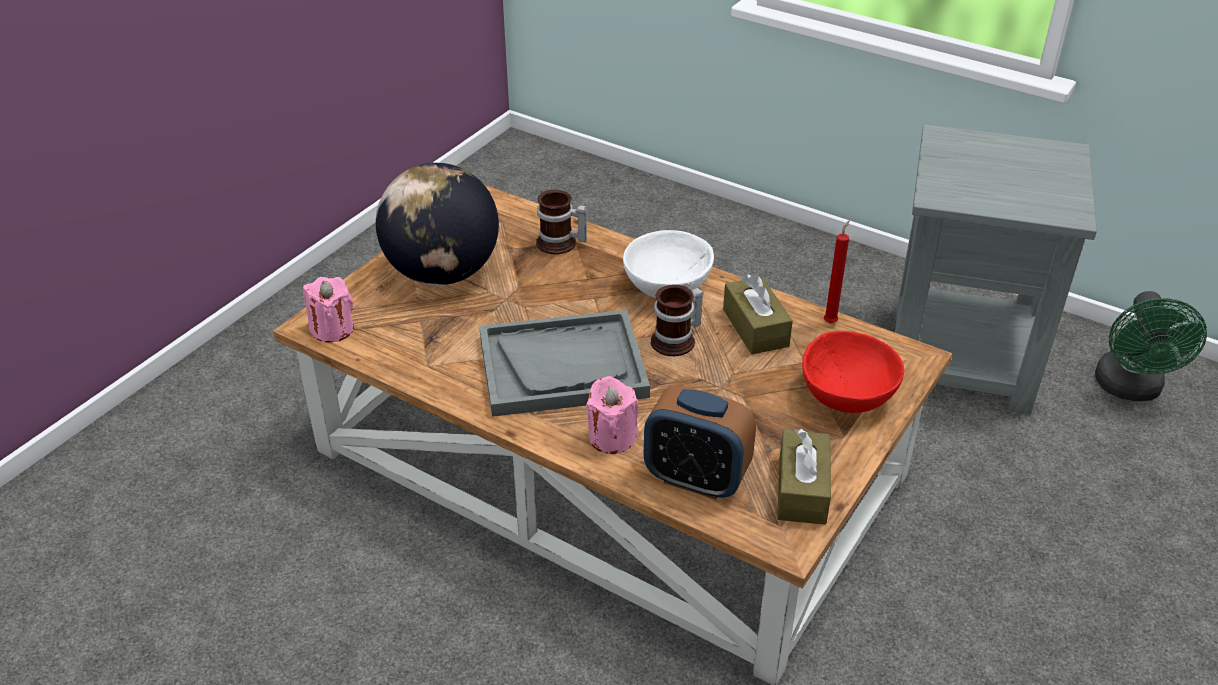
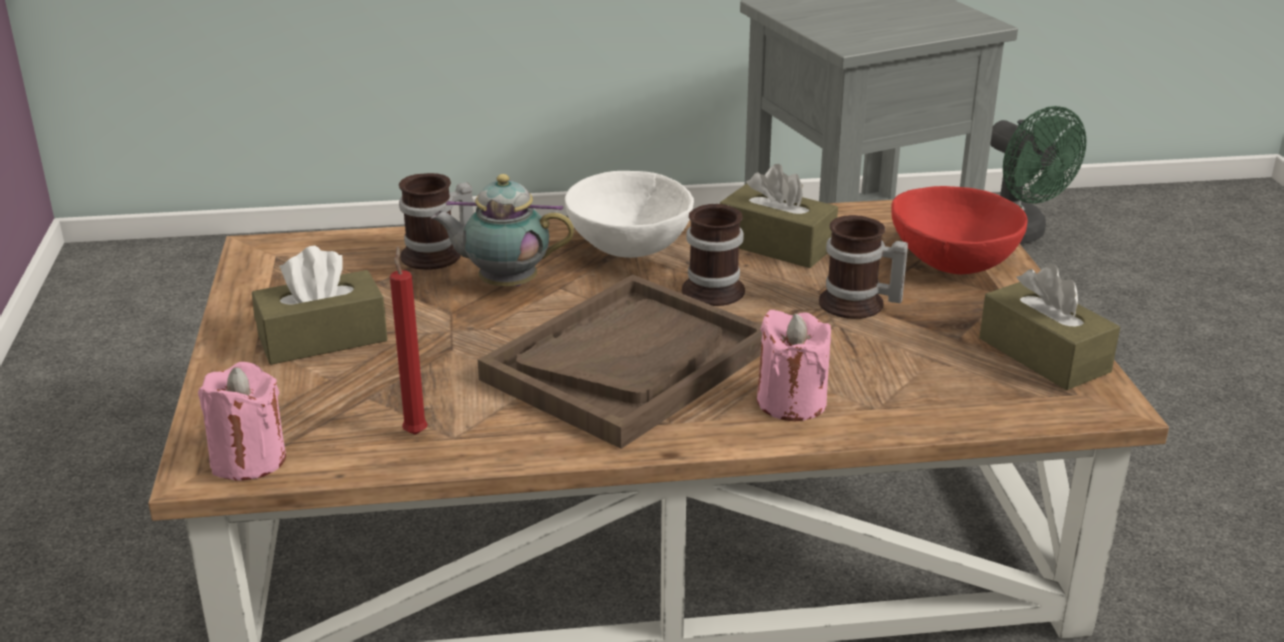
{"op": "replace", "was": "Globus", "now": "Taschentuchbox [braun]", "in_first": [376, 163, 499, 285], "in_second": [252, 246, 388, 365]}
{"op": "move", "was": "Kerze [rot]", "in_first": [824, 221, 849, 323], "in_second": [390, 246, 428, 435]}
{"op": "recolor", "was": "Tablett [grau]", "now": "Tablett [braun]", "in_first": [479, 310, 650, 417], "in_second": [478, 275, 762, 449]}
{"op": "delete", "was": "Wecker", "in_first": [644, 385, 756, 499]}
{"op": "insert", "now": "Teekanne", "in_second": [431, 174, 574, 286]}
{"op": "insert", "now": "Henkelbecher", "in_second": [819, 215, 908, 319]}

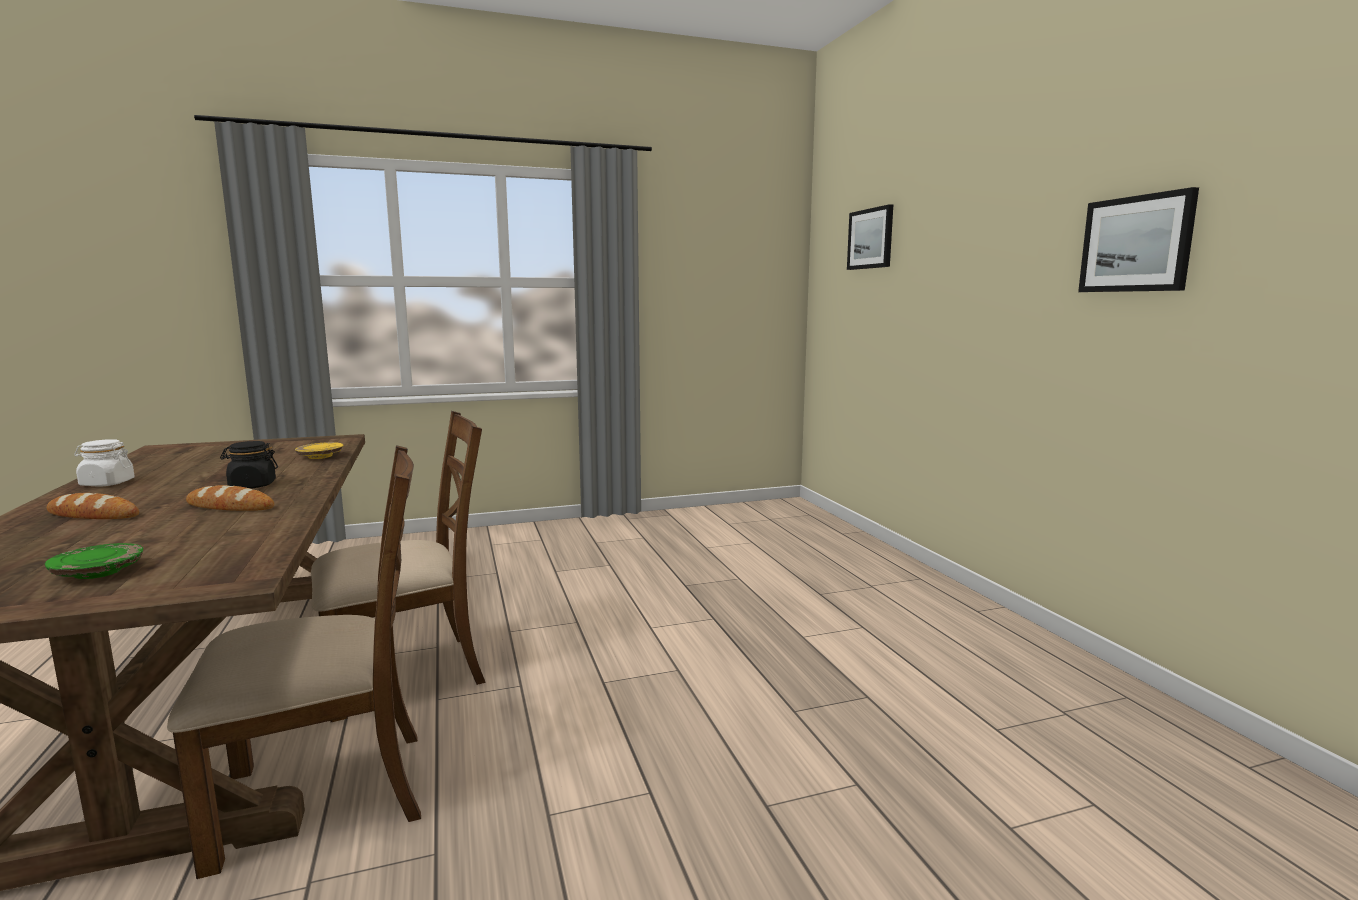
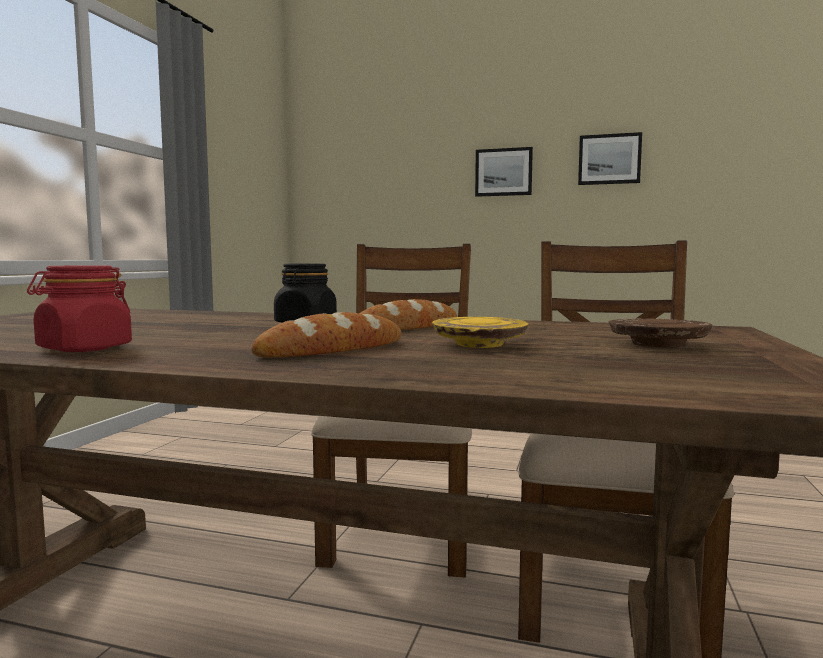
{"op": "move", "was": "Bild", "in_first": [847, 204, 893, 270], "in_second": [475, 147, 533, 197]}
{"op": "recolor", "was": "Vorratsglas [weiß]", "now": "Vorratsglas [rot]", "in_first": [74, 439, 135, 487], "in_second": [27, 265, 132, 352]}
{"op": "move", "was": "Teller [gelb]", "in_first": [295, 442, 343, 459], "in_second": [432, 317, 528, 348]}
{"op": "recolor", "was": "Teller [grün]", "now": "Teller [braun]", "in_first": [45, 543, 143, 579], "in_second": [608, 319, 713, 348]}

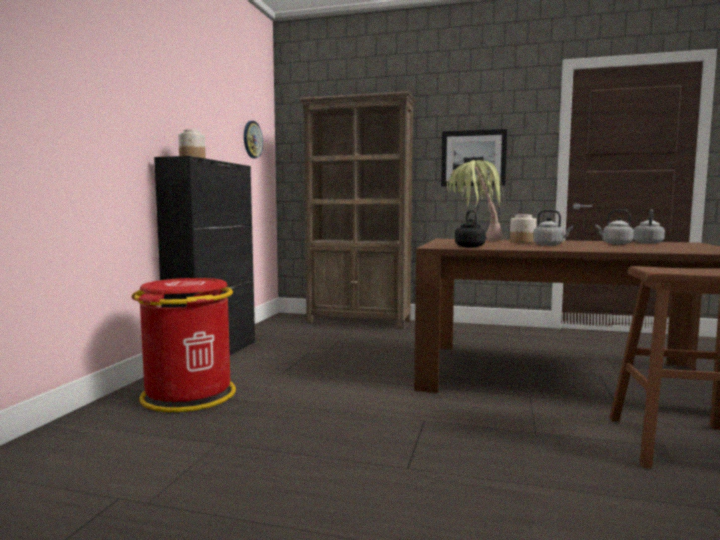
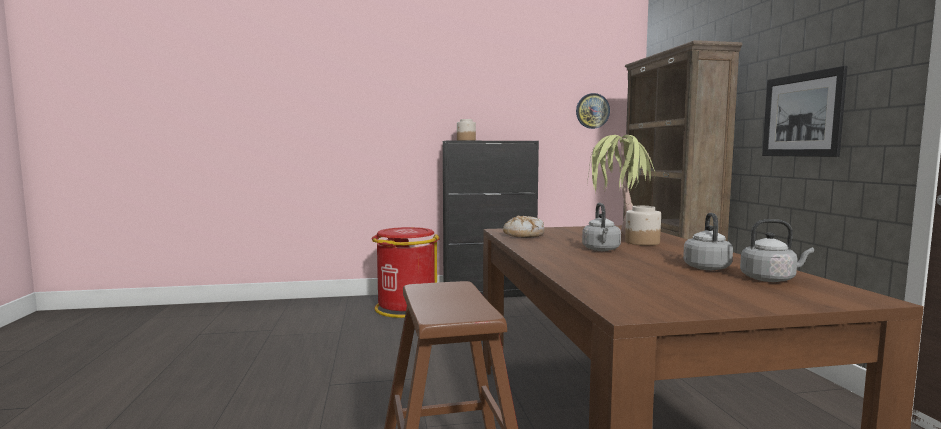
{"op": "replace", "was": "Wasserkessel [schwarz]", "now": "Brot", "in_first": [455, 210, 486, 247], "in_second": [503, 216, 545, 238]}

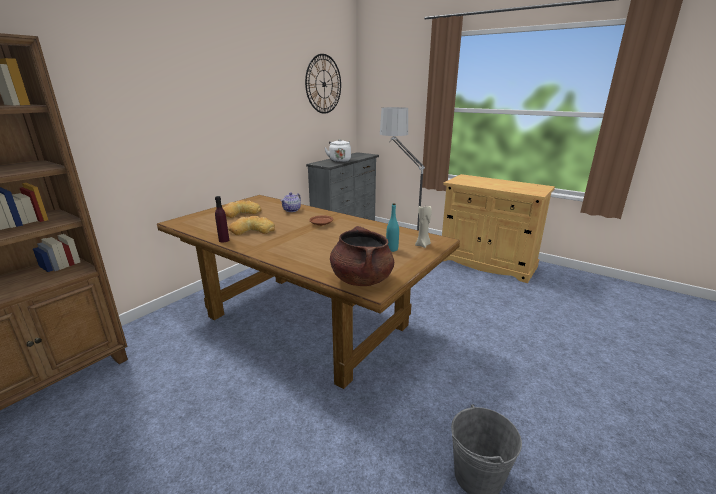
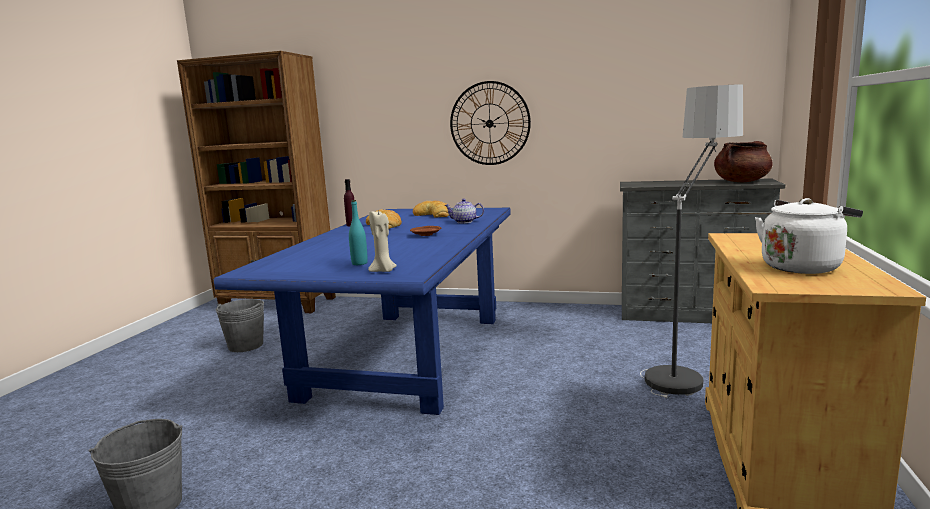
{"op": "move", "was": "Wanduhr", "in_first": [305, 54, 341, 114], "in_second": [450, 81, 531, 165]}
{"op": "move", "was": "Wasserkessel [weiß]", "in_first": [324, 139, 351, 162], "in_second": [755, 198, 863, 274]}
{"op": "recolor", "was": "Esstisch [braun]", "now": "Esstisch [blau]", "in_first": [157, 195, 460, 389], "in_second": [213, 208, 511, 415]}
{"op": "move", "was": "Kochtopf [braun]", "in_first": [330, 226, 394, 286], "in_second": [714, 141, 773, 182]}
{"op": "insert", "now": "Eimer [grau]", "in_second": [216, 299, 264, 352]}

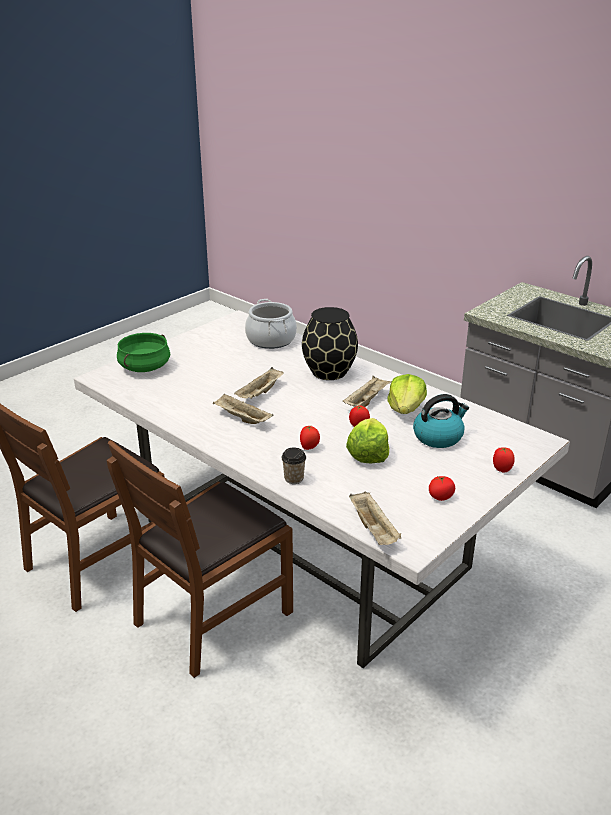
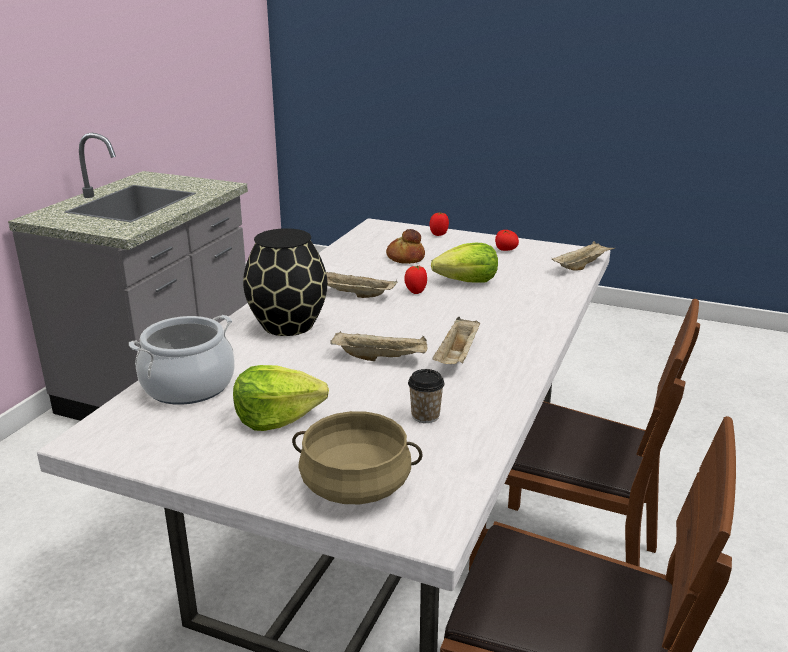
{"op": "recolor", "was": "Kochtopf [grün]", "now": "Kochtopf [beige]", "in_first": [117, 333, 170, 372], "in_second": [292, 411, 423, 504]}
{"op": "move", "was": "Salatkopf", "in_first": [387, 374, 427, 414], "in_second": [233, 365, 329, 431]}
{"op": "replace", "was": "Wasserkessel", "now": "Brot", "in_first": [413, 394, 469, 448], "in_second": [386, 229, 425, 264]}
{"op": "delete", "was": "Tomate", "in_first": [300, 426, 320, 450]}
{"op": "move", "was": "Tasse", "in_first": [281, 448, 306, 484], "in_second": [408, 369, 445, 423]}

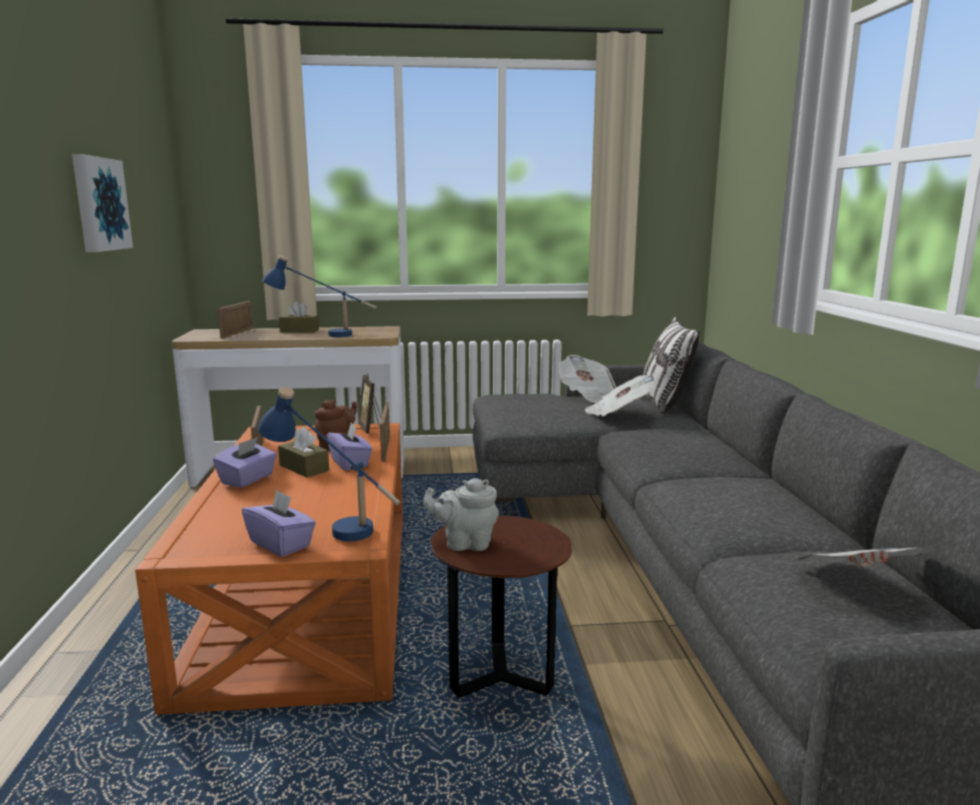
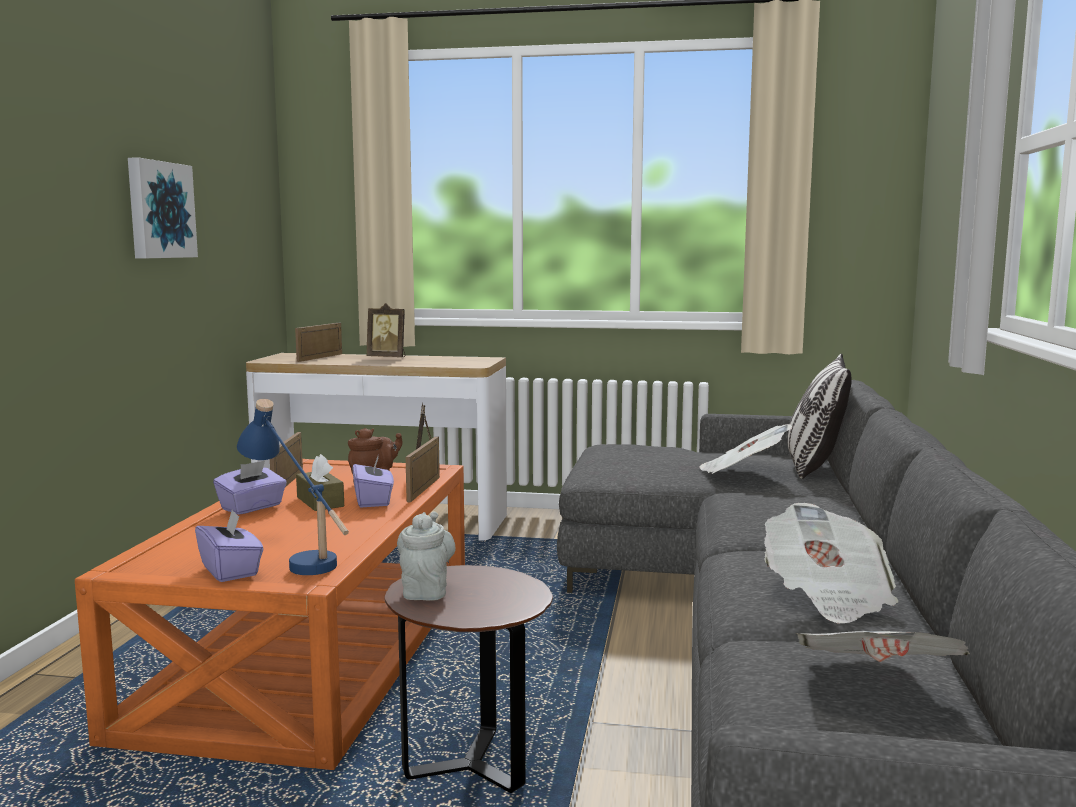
{"op": "delete", "was": "Tischlampe [blau]", "in_first": [262, 255, 376, 337]}
{"op": "replace", "was": "Taschentuchbox [braun]", "now": "Bilderrahmen", "in_first": [279, 301, 319, 333], "in_second": [366, 303, 405, 357]}
{"op": "move", "was": "Zeitung", "in_first": [558, 355, 616, 403], "in_second": [764, 503, 898, 624]}
{"op": "rotate", "was": "Teekanne [grau]", "in_first": [423, 478, 499, 551], "in_second": [397, 512, 455, 601], "clockwise": 75}

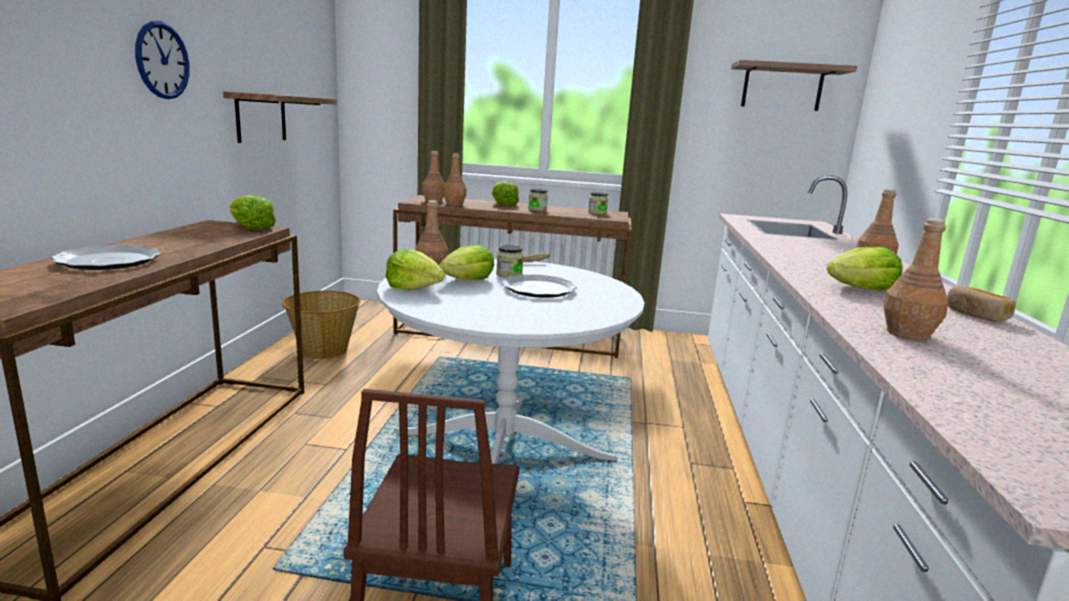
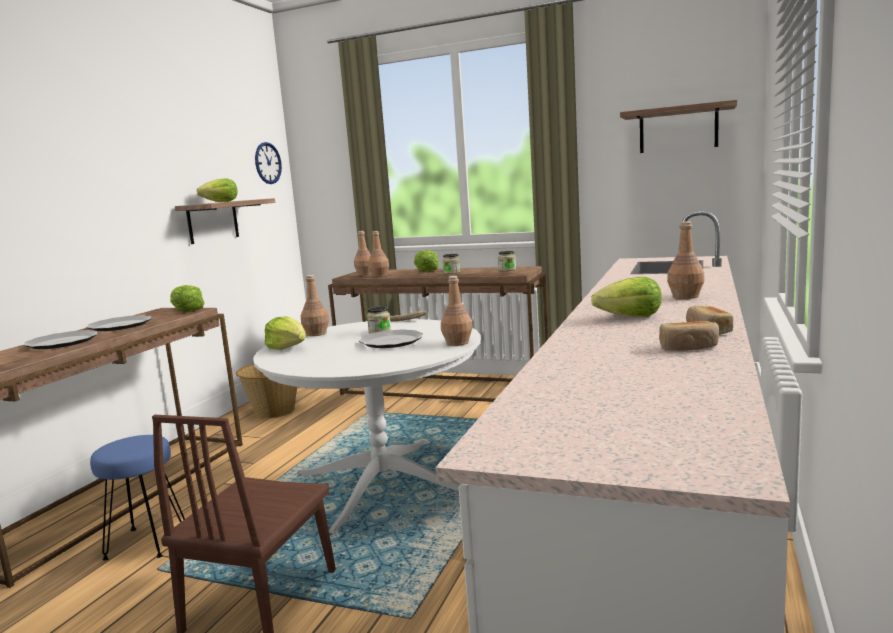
{"op": "move", "was": "Wanduhr", "in_first": [135, 21, 190, 99], "in_second": [255, 142, 282, 184]}
{"op": "move", "was": "Flasche [braun]", "in_first": [883, 218, 948, 340], "in_second": [441, 276, 473, 346]}
{"op": "move", "was": "Salatkopf", "in_first": [439, 245, 494, 280], "in_second": [197, 179, 237, 202]}
{"op": "insert", "now": "Teller", "in_second": [86, 315, 152, 331]}
{"op": "insert", "now": "Brot", "in_second": [659, 321, 719, 351]}
{"op": "insert", "now": "Hocker [blau]", "in_second": [90, 435, 185, 561]}

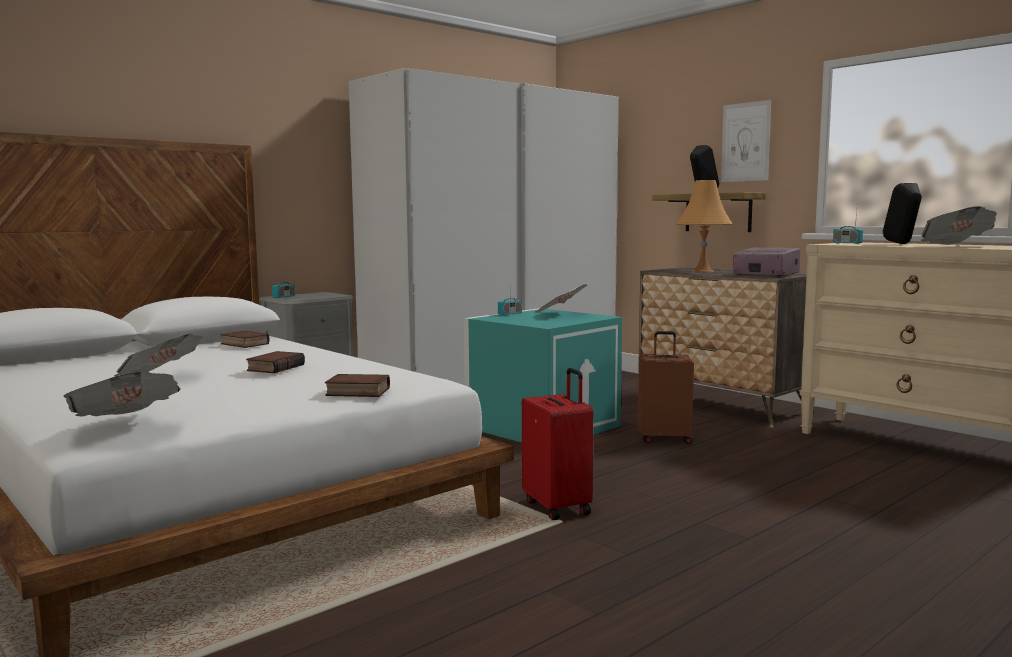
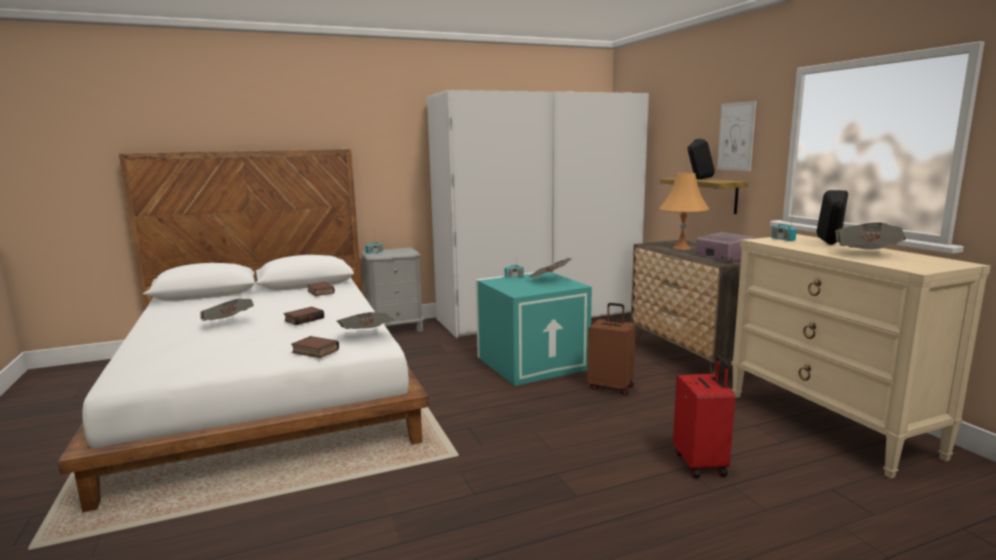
{"op": "move", "was": "Koffer [rot]", "in_first": [522, 368, 593, 520], "in_second": [673, 356, 735, 478]}
{"op": "move", "was": "Zeitung", "in_first": [64, 371, 180, 417], "in_second": [337, 312, 394, 329]}

